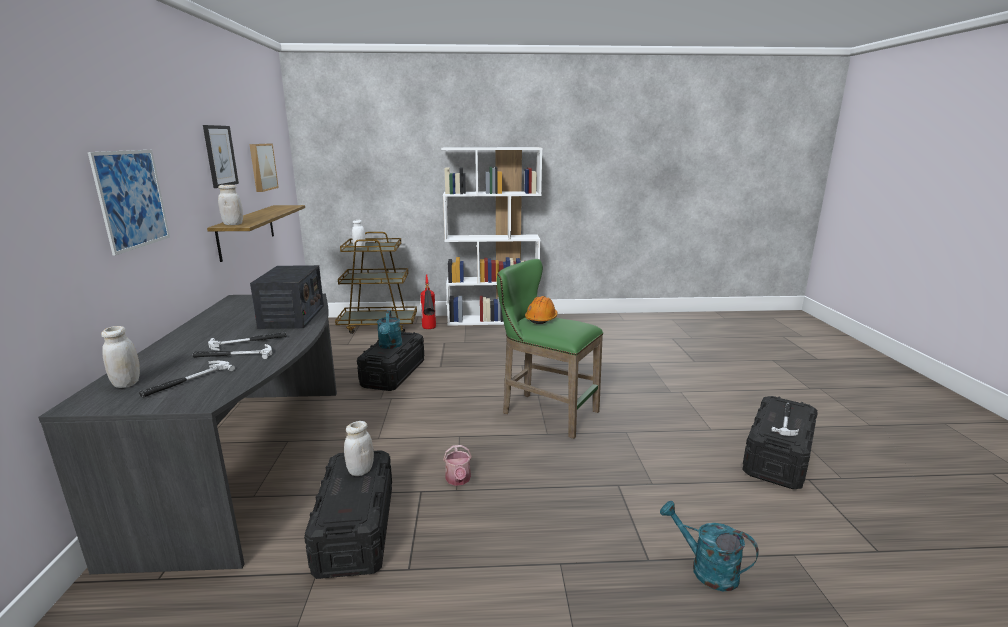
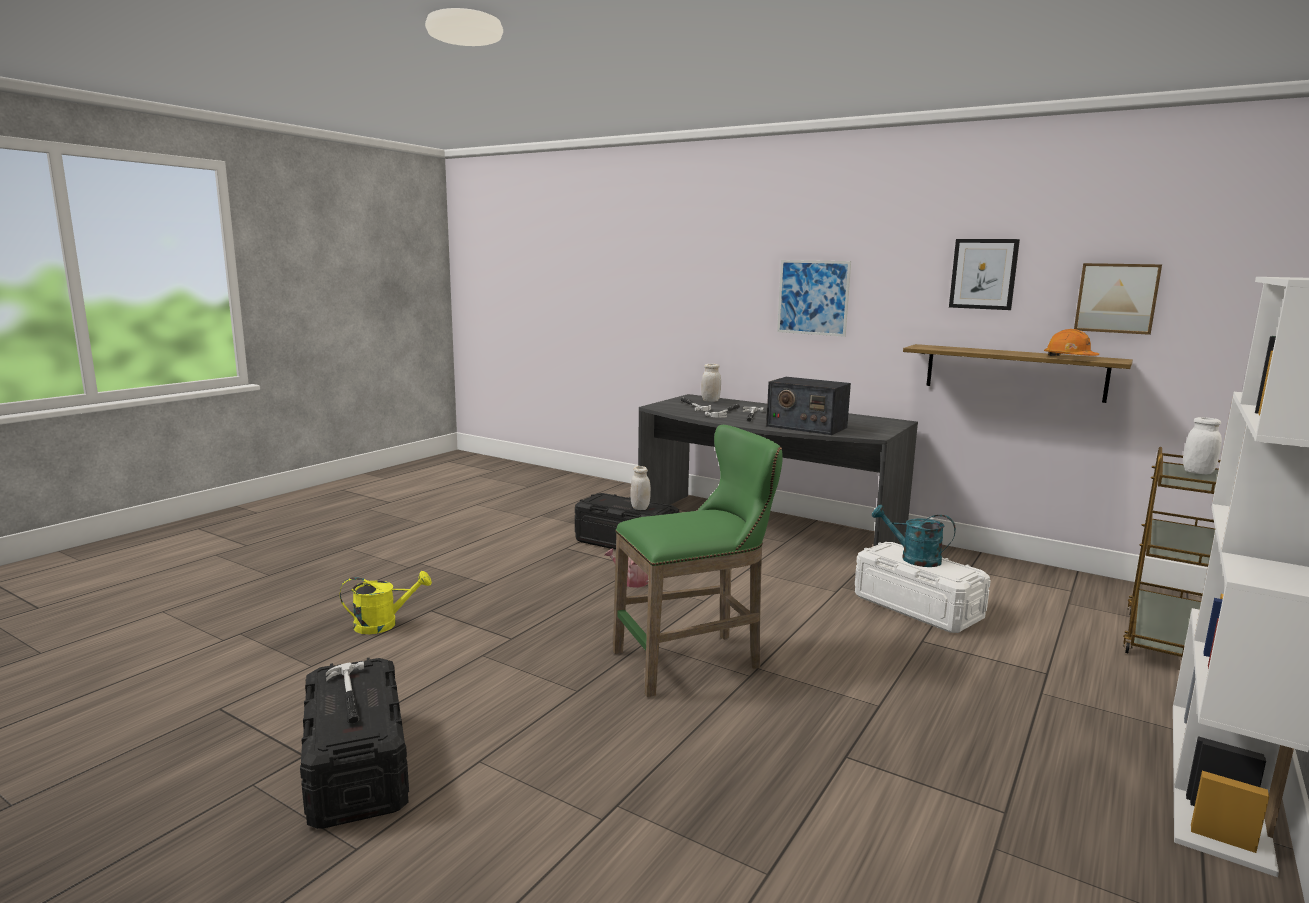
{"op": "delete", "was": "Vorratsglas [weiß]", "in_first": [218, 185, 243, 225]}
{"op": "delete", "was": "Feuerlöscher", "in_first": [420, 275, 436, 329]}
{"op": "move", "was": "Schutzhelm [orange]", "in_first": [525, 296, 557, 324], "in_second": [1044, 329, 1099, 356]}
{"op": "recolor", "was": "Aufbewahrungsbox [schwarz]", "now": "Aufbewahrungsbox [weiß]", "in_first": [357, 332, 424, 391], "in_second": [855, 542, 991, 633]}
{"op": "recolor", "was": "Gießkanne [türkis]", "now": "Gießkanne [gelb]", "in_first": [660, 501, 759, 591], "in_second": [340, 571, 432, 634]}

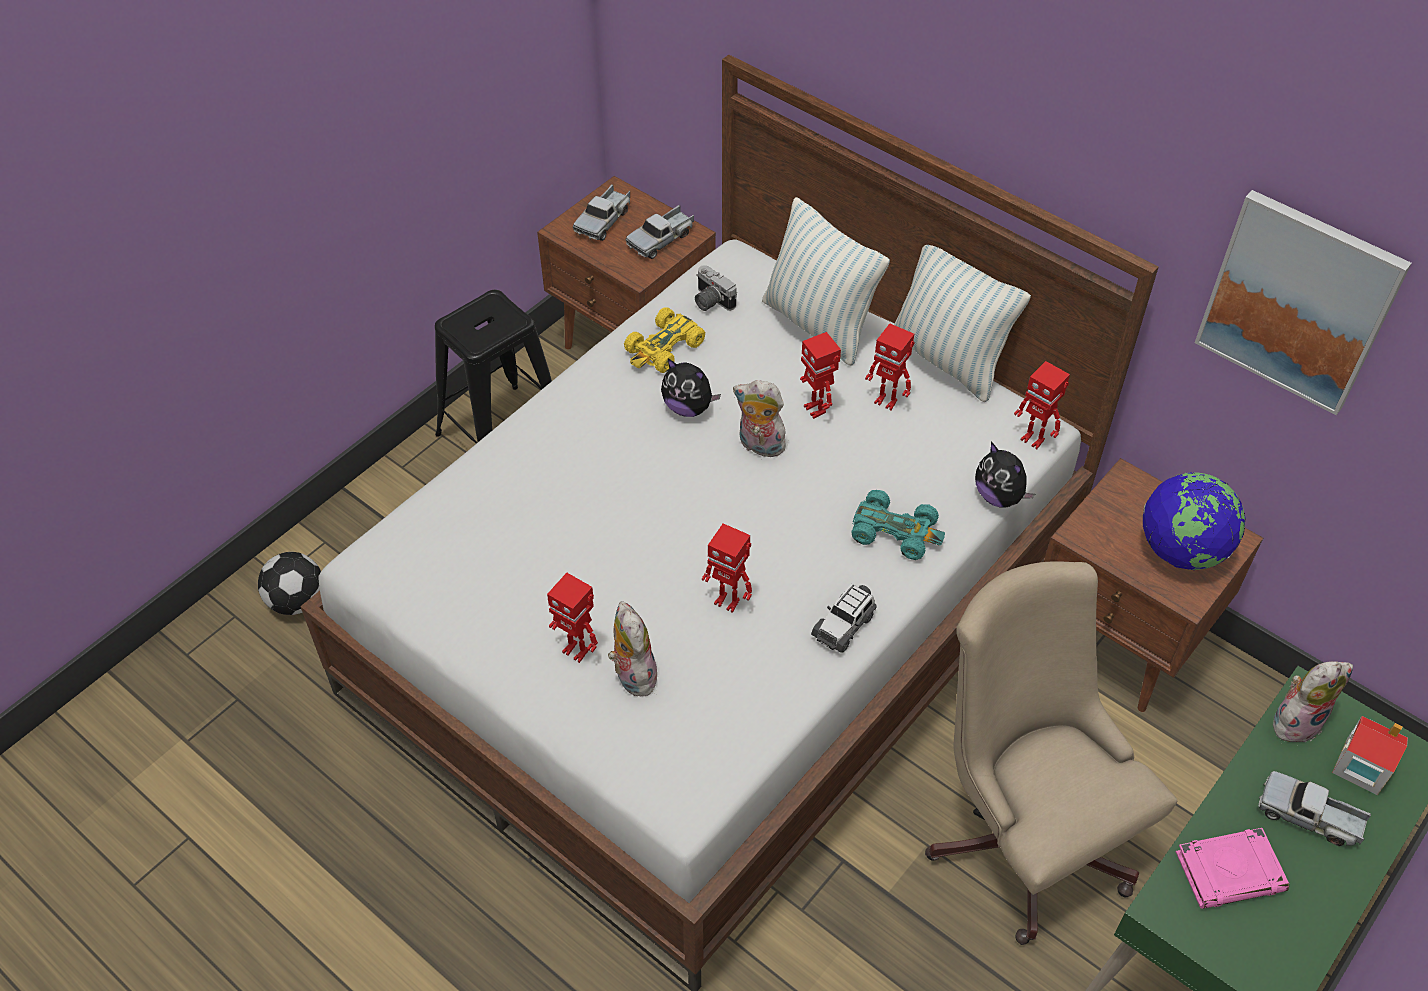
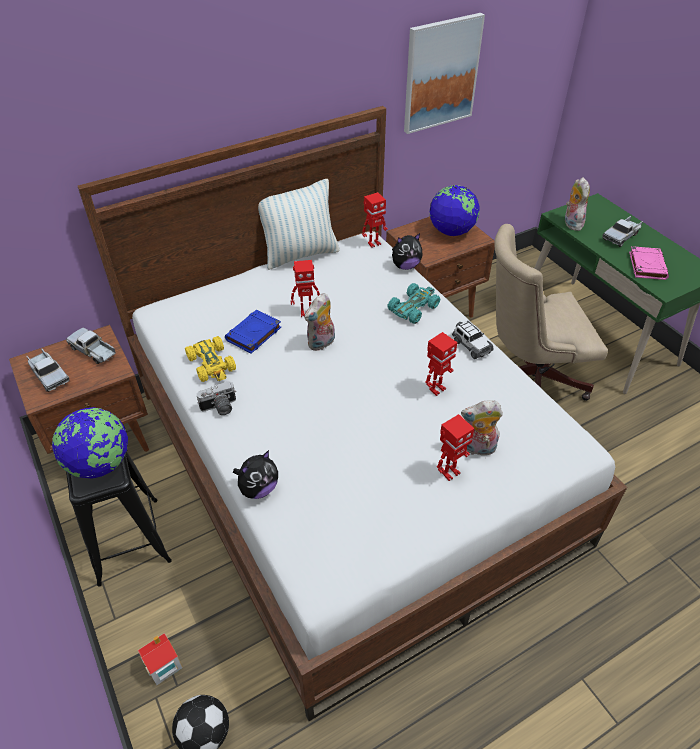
{"op": "delete", "was": "Kissen", "in_first": [762, 197, 890, 366]}
{"op": "rotate", "was": "Spielzeuglaster", "in_first": [625, 205, 694, 259], "in_second": [66, 328, 116, 364], "clockwise": 150}
{"op": "move", "was": "Kamera", "in_first": [695, 265, 737, 311], "in_second": [196, 381, 236, 415]}
{"op": "delete", "was": "Spielzeugroboter", "in_first": [865, 323, 915, 410]}
{"op": "move", "was": "Plüschtier", "in_first": [661, 359, 721, 417], "in_second": [233, 450, 278, 499]}
{"op": "move", "was": "Spielzeughaus", "in_first": [1332, 716, 1408, 795], "in_second": [138, 633, 183, 685]}
{"op": "insert", "now": "Buch [blau]", "in_second": [225, 309, 281, 354]}
{"op": "insert", "now": "Globus", "in_second": [52, 407, 128, 479]}

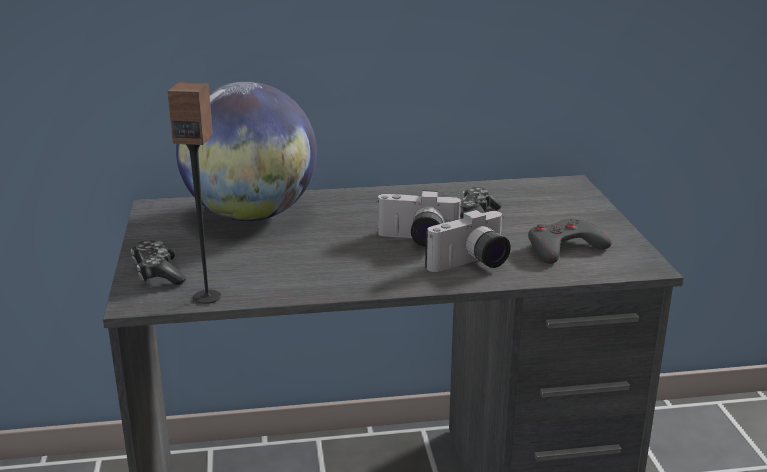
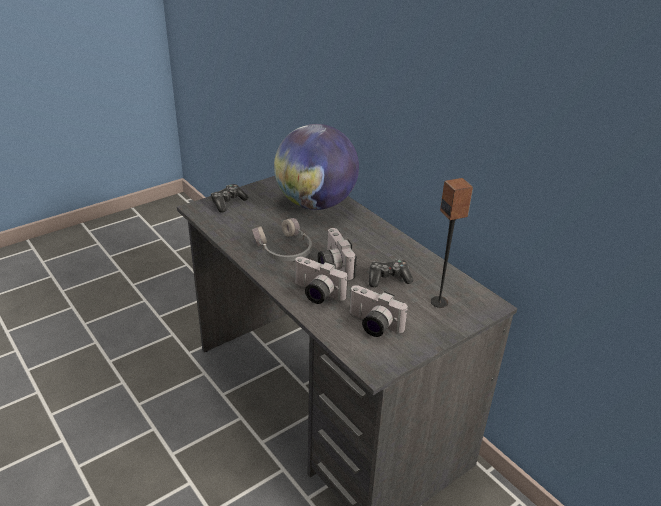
{"op": "move", "was": "Lautsprecher", "in_first": [168, 82, 221, 304], "in_second": [431, 178, 473, 308]}
{"op": "replace", "was": "Gamepad [grau]", "now": "Kamera", "in_first": [528, 218, 612, 264], "in_second": [349, 285, 408, 337]}
{"op": "insert", "now": "Kopfhörer [grau]", "in_second": [252, 218, 312, 261]}

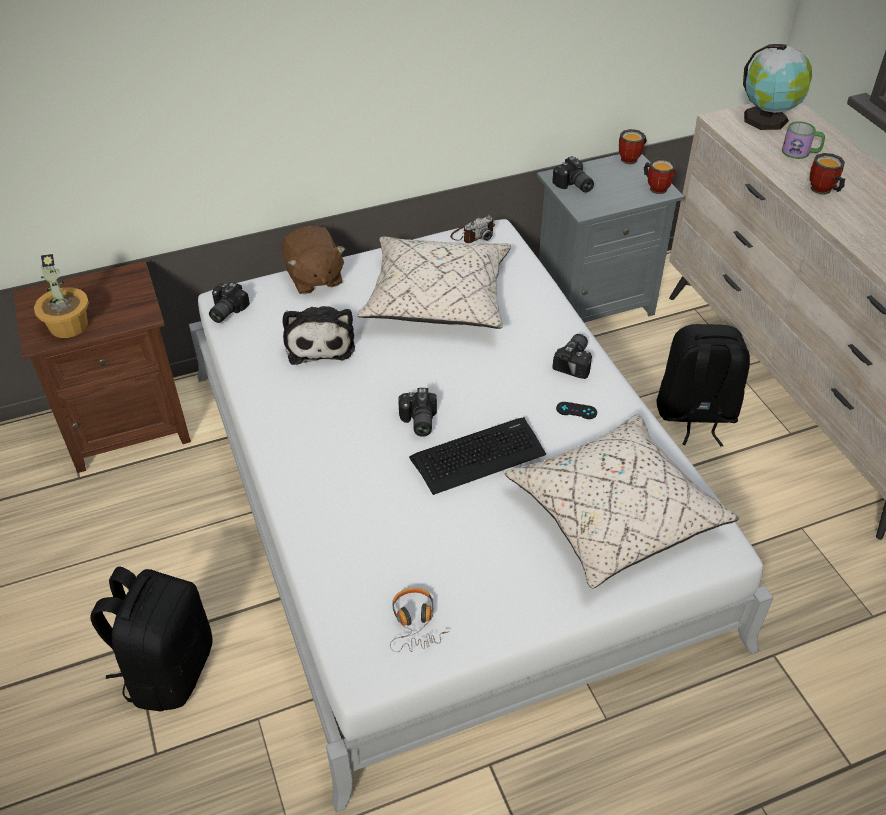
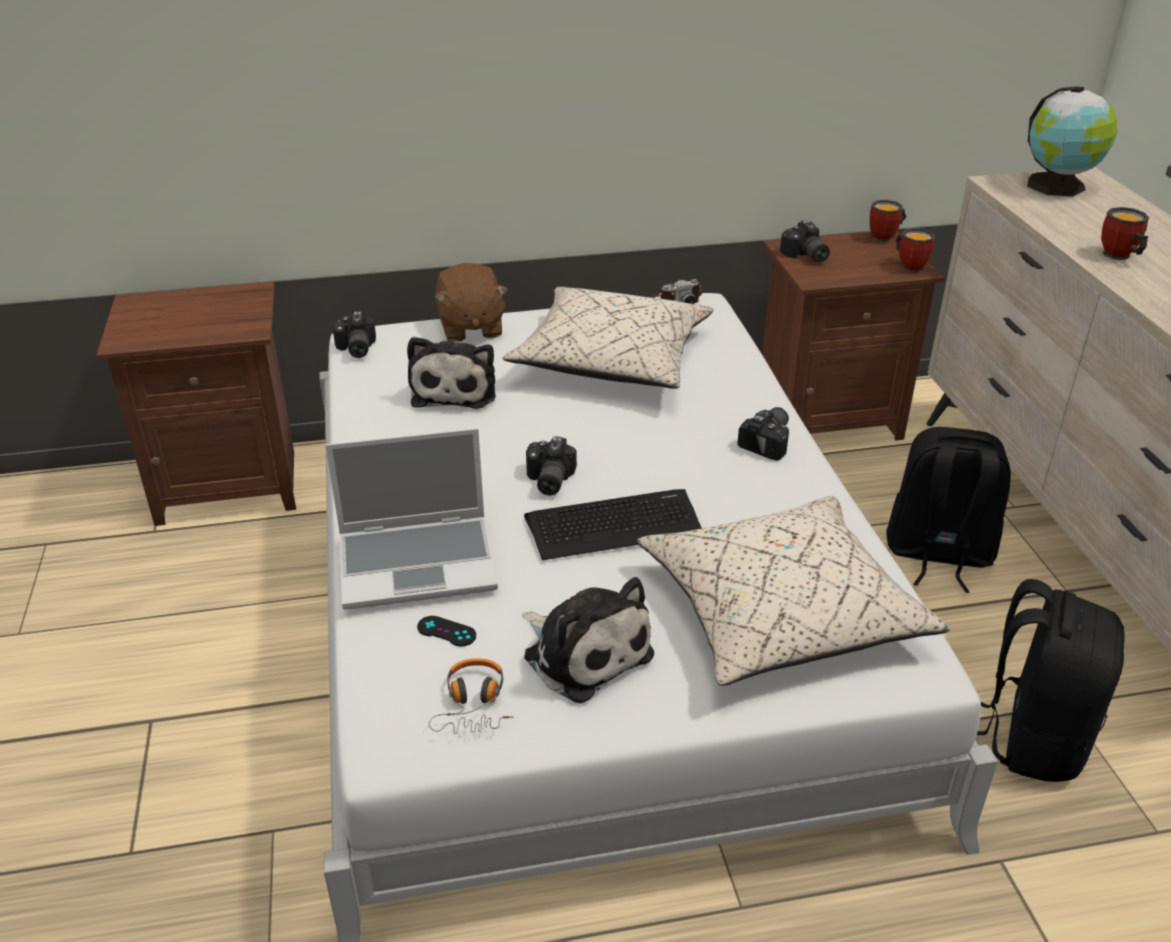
{"op": "delete", "was": "Henkelbecher", "in_first": [782, 121, 825, 159]}
{"op": "recolor", "was": "Nachttisch [grau]", "now": "Nachttisch [braun]", "in_first": [537, 154, 685, 323], "in_second": [762, 231, 945, 441]}
{"op": "delete", "was": "Topfpflanze", "in_first": [34, 254, 89, 338]}
{"op": "rotate", "was": "Kamera", "in_first": [209, 282, 250, 323], "in_second": [333, 311, 376, 358], "clockwise": -45}
{"op": "move", "was": "Gamepad [schwarz]", "in_first": [556, 402, 597, 419], "in_second": [417, 616, 476, 646]}
{"op": "move", "was": "Rucksack [schwarz]", "in_first": [91, 567, 213, 711], "in_second": [977, 579, 1125, 782]}
{"op": "insert", "now": "Laptop", "in_second": [325, 428, 498, 610]}
{"op": "insert", "now": "Plüschtier", "in_second": [522, 577, 654, 704]}

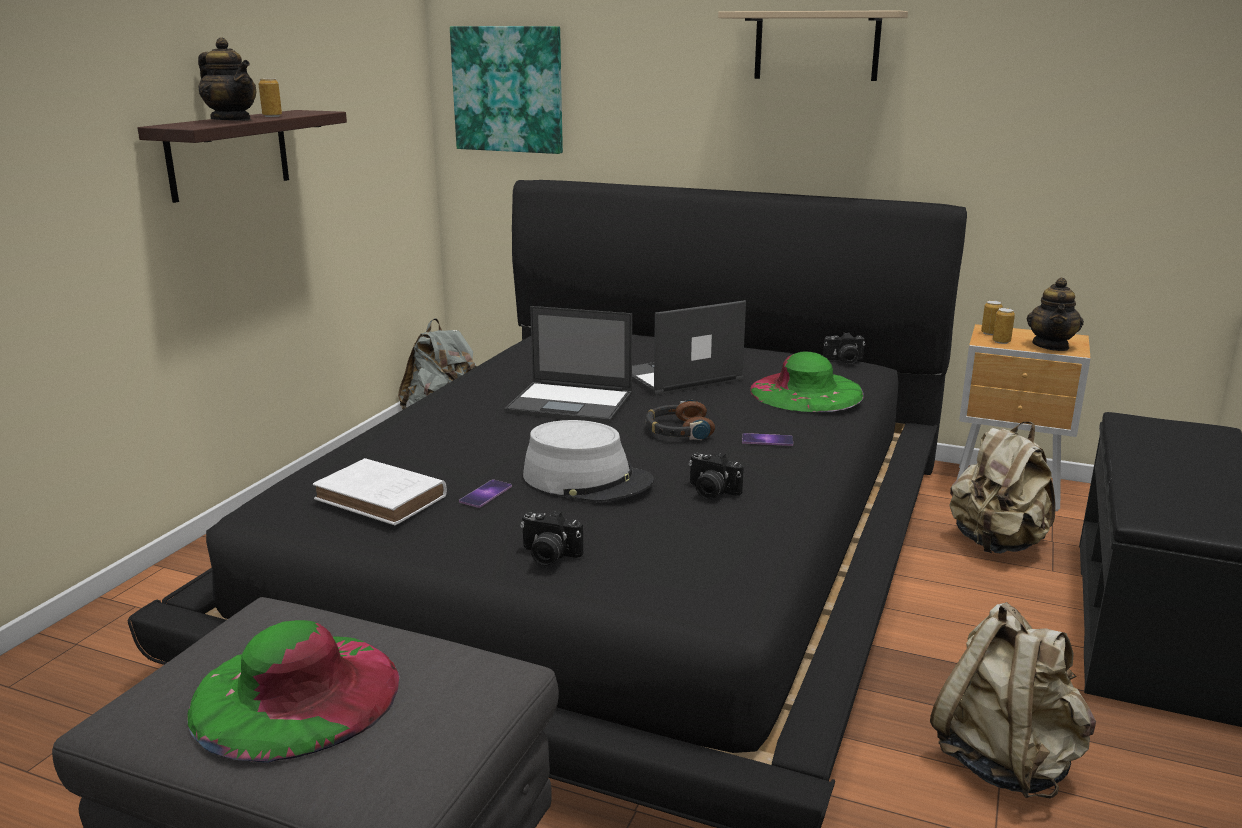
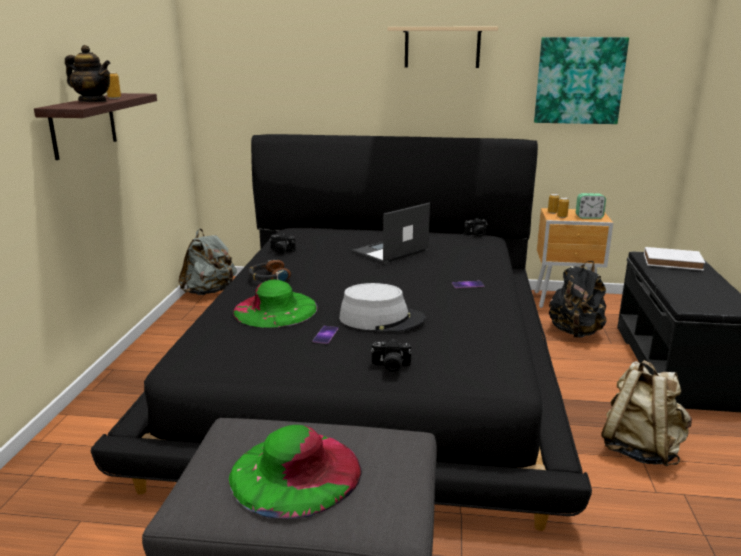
{"op": "move", "was": "Bild", "in_first": [450, 26, 563, 154], "in_second": [534, 37, 629, 124]}
{"op": "replace", "was": "Teekanne", "now": "Wecker", "in_first": [1027, 277, 1084, 351], "in_second": [576, 193, 606, 219]}
{"op": "delete", "was": "Laptop", "in_first": [504, 306, 632, 424]}
{"op": "move", "was": "Hut [grün]", "in_first": [750, 352, 864, 412], "in_second": [233, 280, 317, 328]}
{"op": "move", "was": "Kopfhörer", "in_first": [645, 399, 715, 440], "in_second": [249, 259, 291, 281]}
{"op": "recolor", "was": "Rucksack [beige]", "now": "Rucksack [schwarz]", "in_first": [949, 422, 1055, 554], "in_second": [549, 261, 607, 338]}
{"op": "move", "was": "Kamera", "in_first": [689, 452, 744, 499], "in_second": [270, 233, 296, 254]}
{"op": "move", "was": "Buch [weiß]", "in_first": [313, 458, 447, 525], "in_second": [644, 247, 705, 271]}

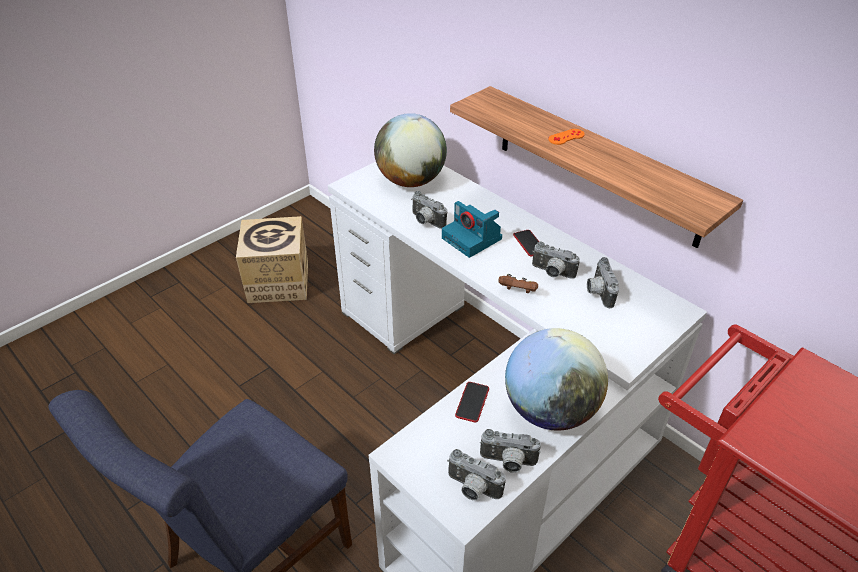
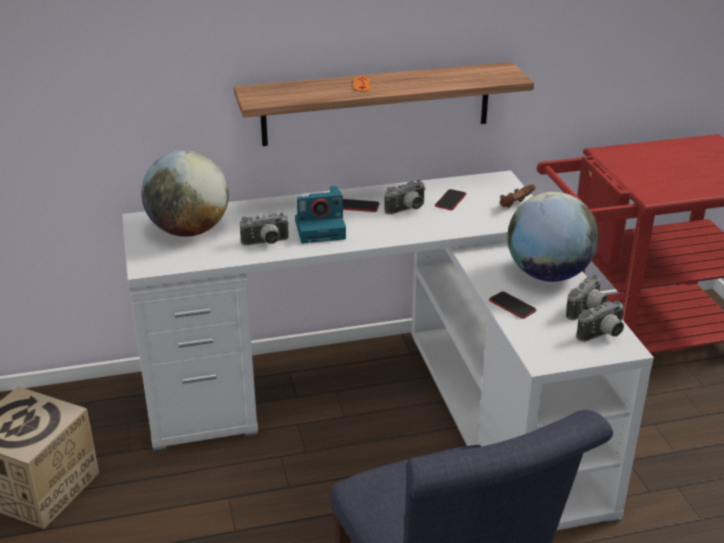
{"op": "replace", "was": "Kamera", "now": "Handy", "in_first": [587, 257, 619, 308], "in_second": [435, 189, 466, 210]}
{"op": "move", "was": "Gamepad [braun]", "in_first": [499, 274, 538, 294], "in_second": [500, 184, 536, 208]}

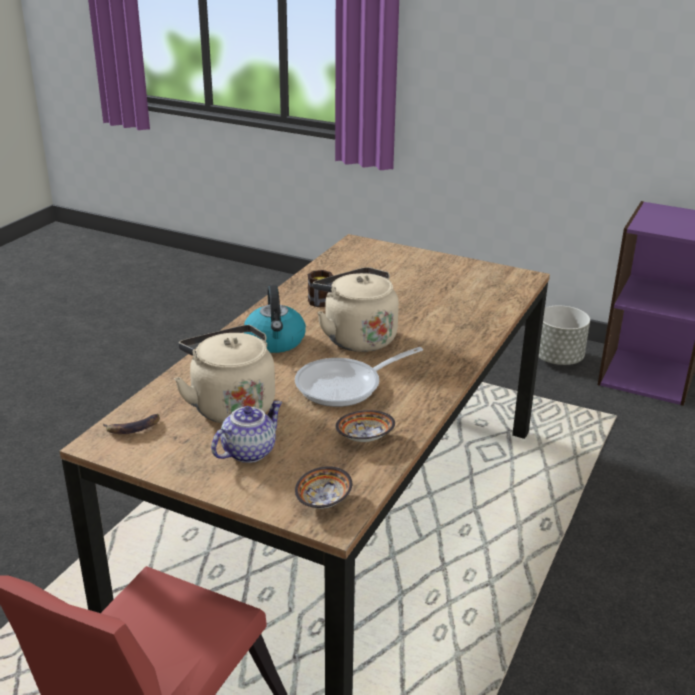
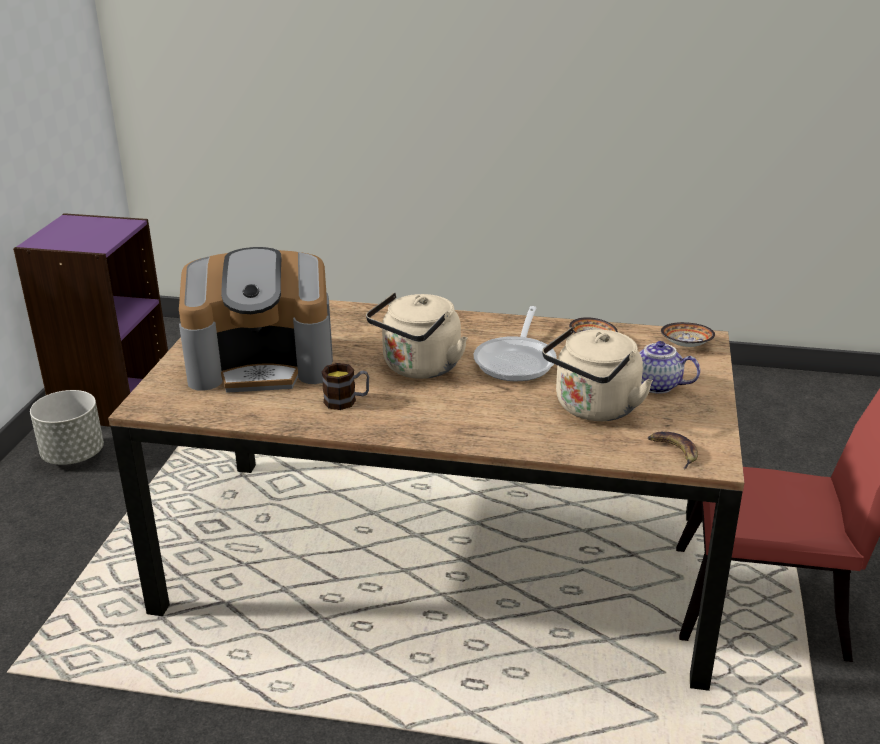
{"op": "delete", "was": "Wasserkessel", "in_first": [244, 285, 306, 353]}
{"op": "rotate", "was": "Pfanne", "in_first": [295, 347, 423, 407], "in_second": [473, 306, 557, 381], "clockwise": 60}
{"op": "insert", "now": "Kaffeemaschine", "in_second": [179, 247, 333, 393]}

